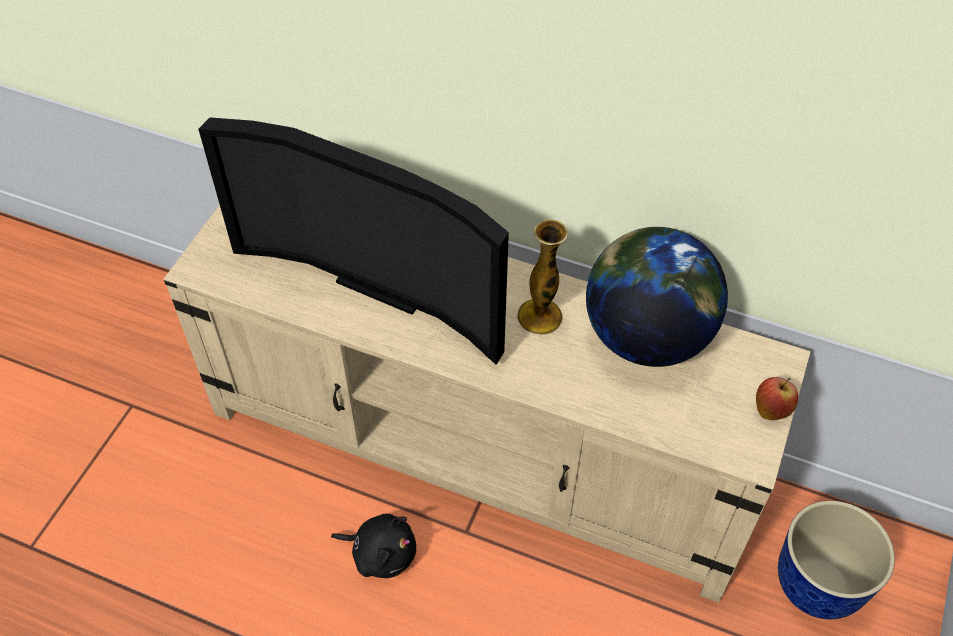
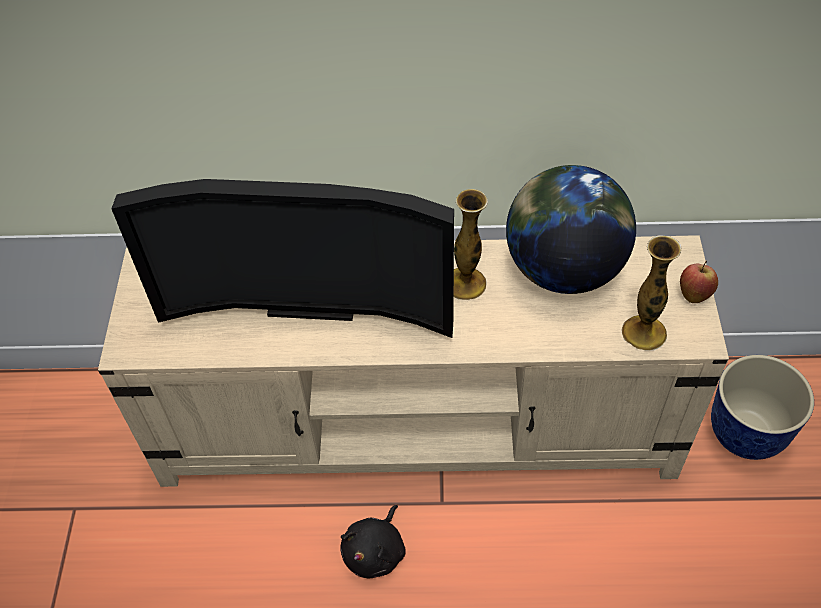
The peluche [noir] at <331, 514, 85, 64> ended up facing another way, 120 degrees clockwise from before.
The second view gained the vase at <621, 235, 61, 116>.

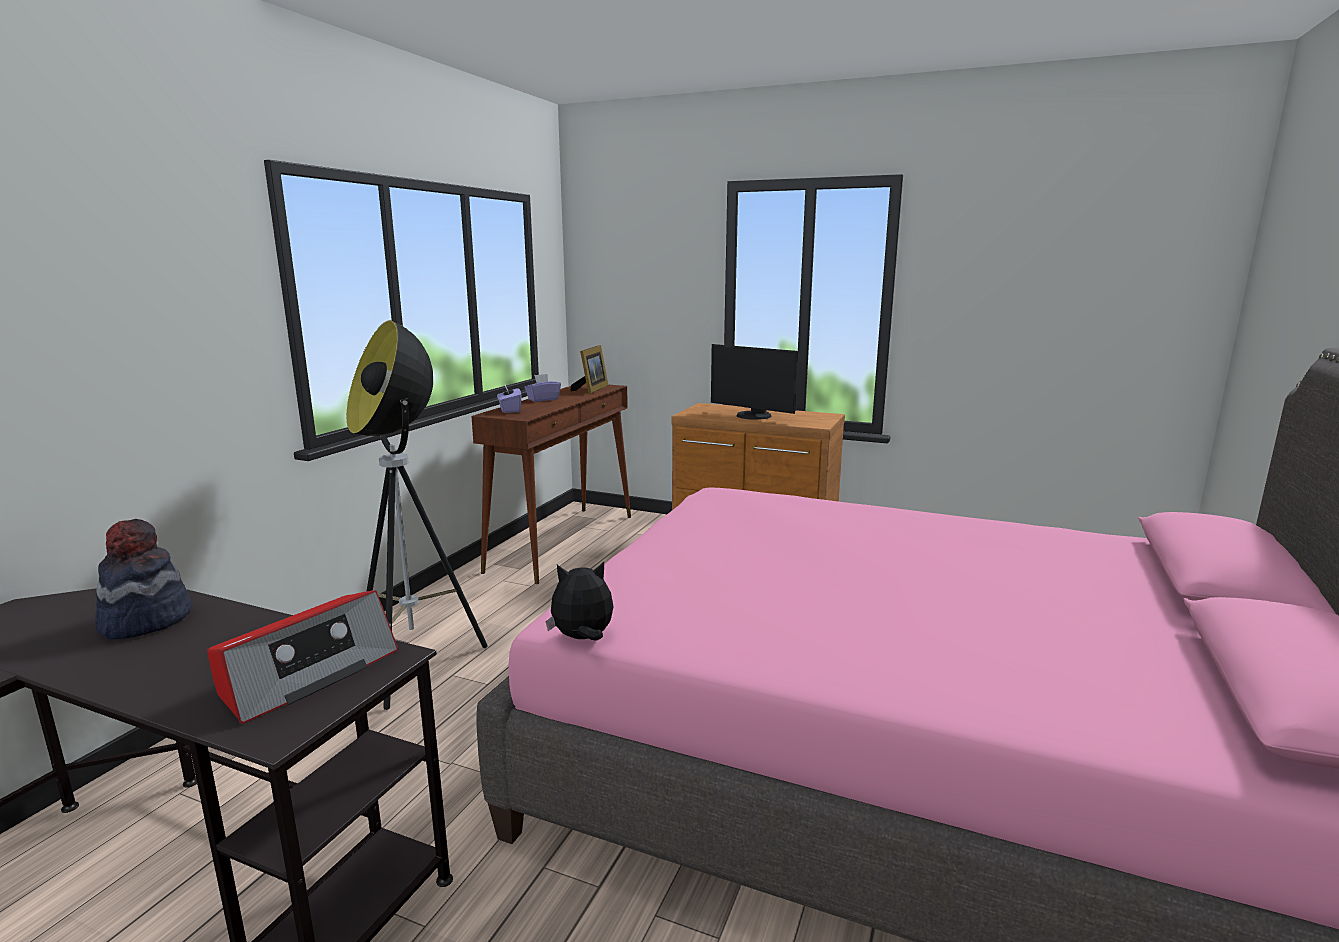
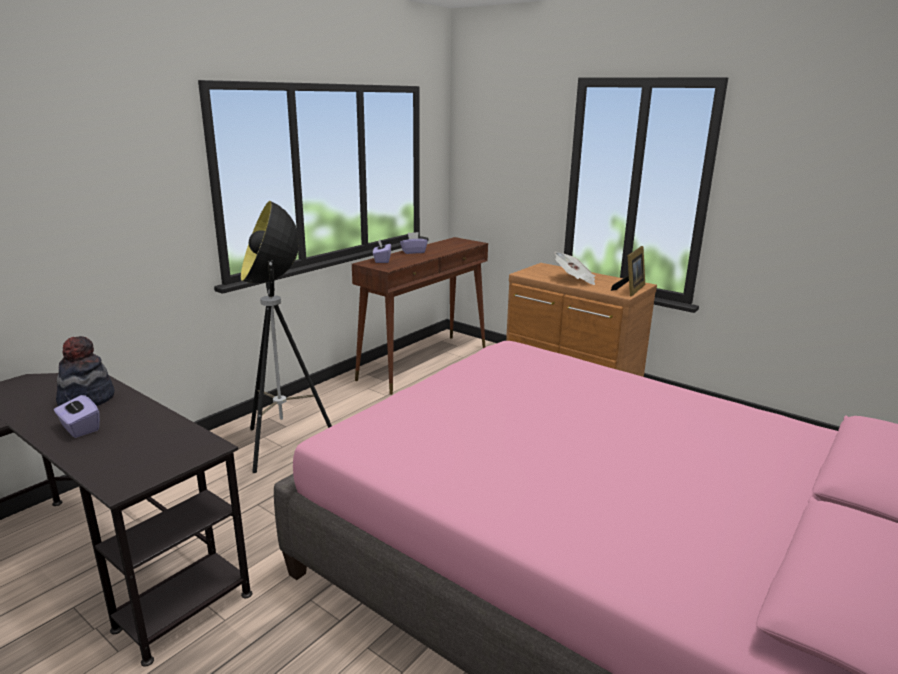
Where the écran d'ordinateur stood at <711, 344, 87, 76>, the journal came to stand at <554, 252, 41, 33>.
The cadre photo ended up elsewhere, having gone from <570, 345, 38, 49> to <611, 246, 34, 50>.
The second view lost the peluche at <546, 562, 68, 79>.
The second view lost the radio at <207, 590, 191, 134>.
The second view gained the boîte à mouchoirs [violet] at <54, 395, 46, 43>.

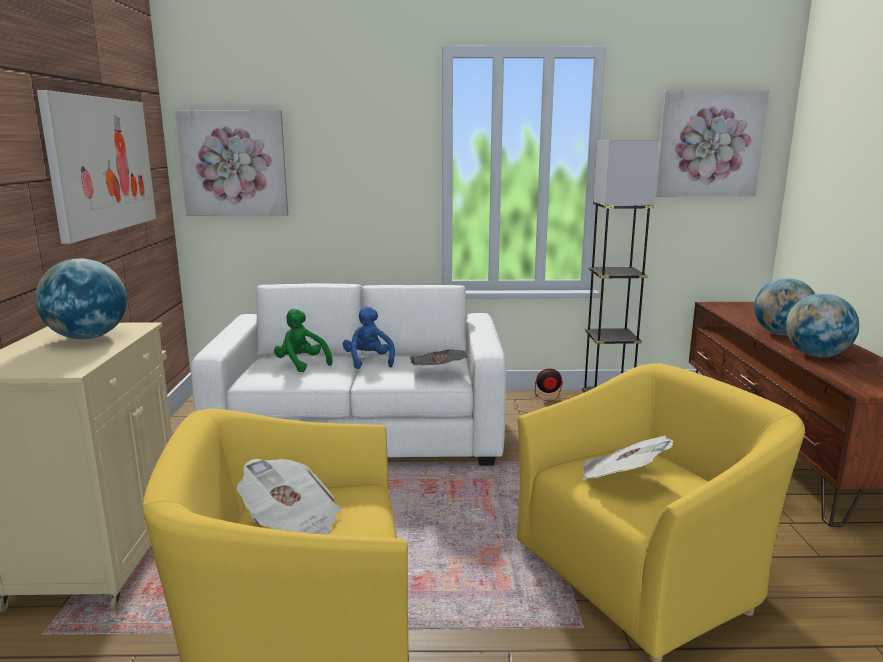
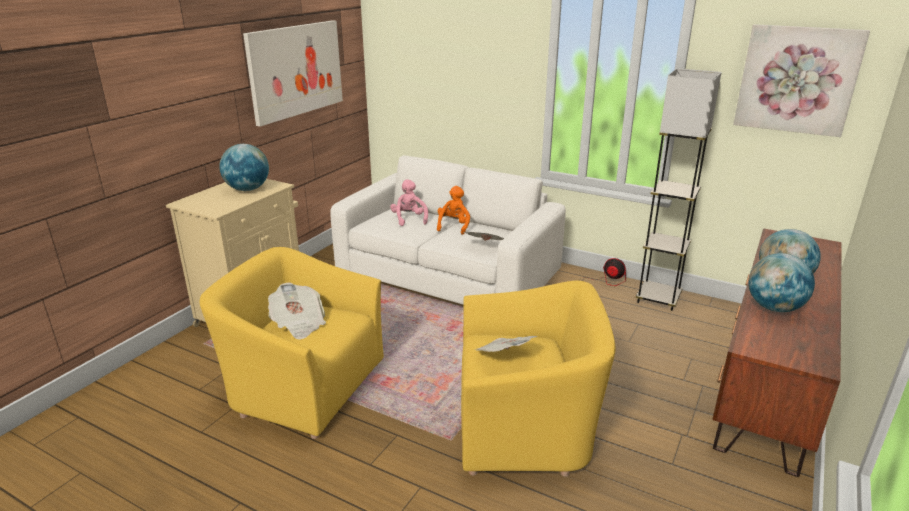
The second view lost the tableau at <175, 110, 113, 106>.
What was the peluche [bleu] at <343, 306, 52, 63> turned into the peluche [orange] at <437, 186, 33, 49>.
What was the peluche [vert] at <274, 309, 59, 63> turned into the peluche [rose] at <390, 179, 38, 47>.

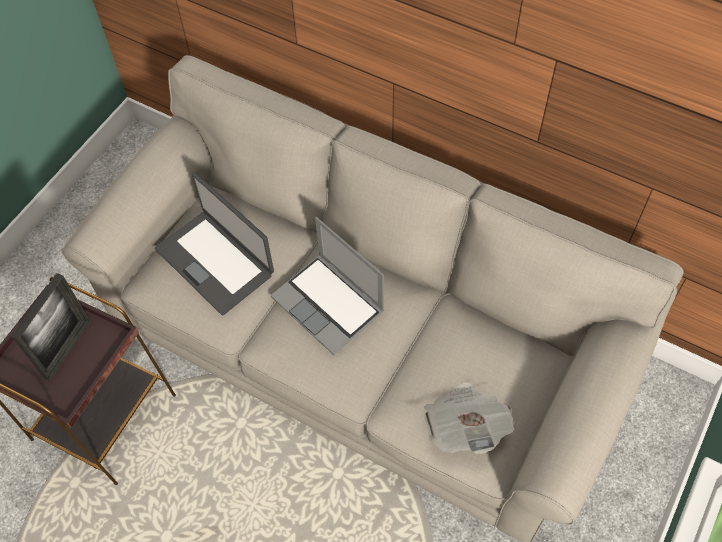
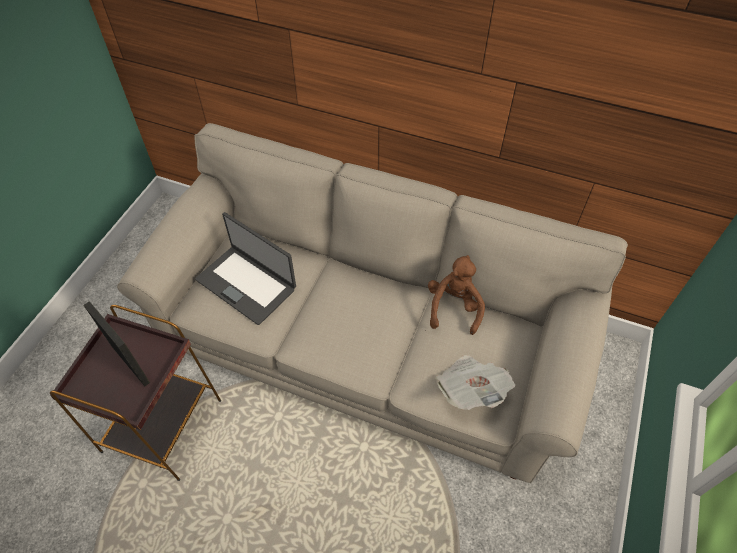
The second view lost the ordinateur portable at <271, 217, 113, 138>.
The cadre photo at <11, 273, 79, 108> ended up facing another way, 60 degrees counterclockwise from before.
The second view gained the peluche [marron] at <428, 255, 57, 80>.

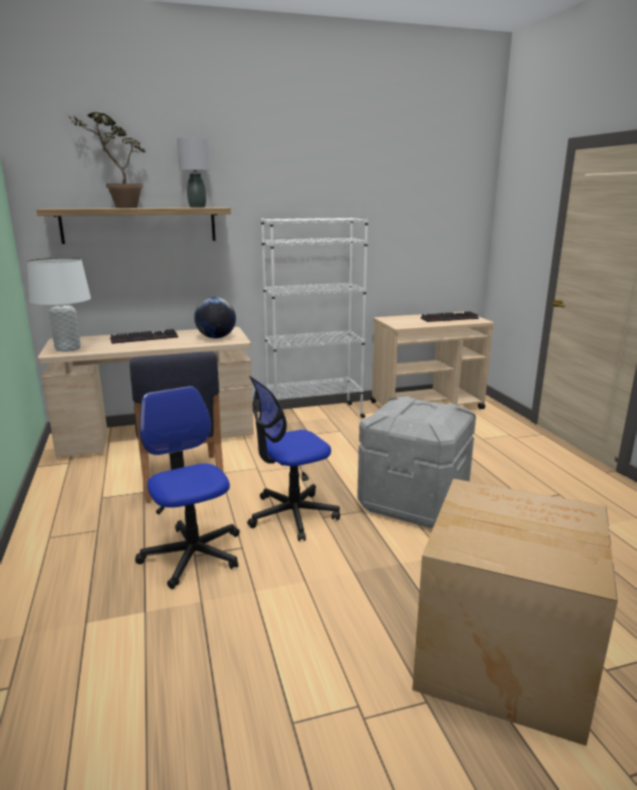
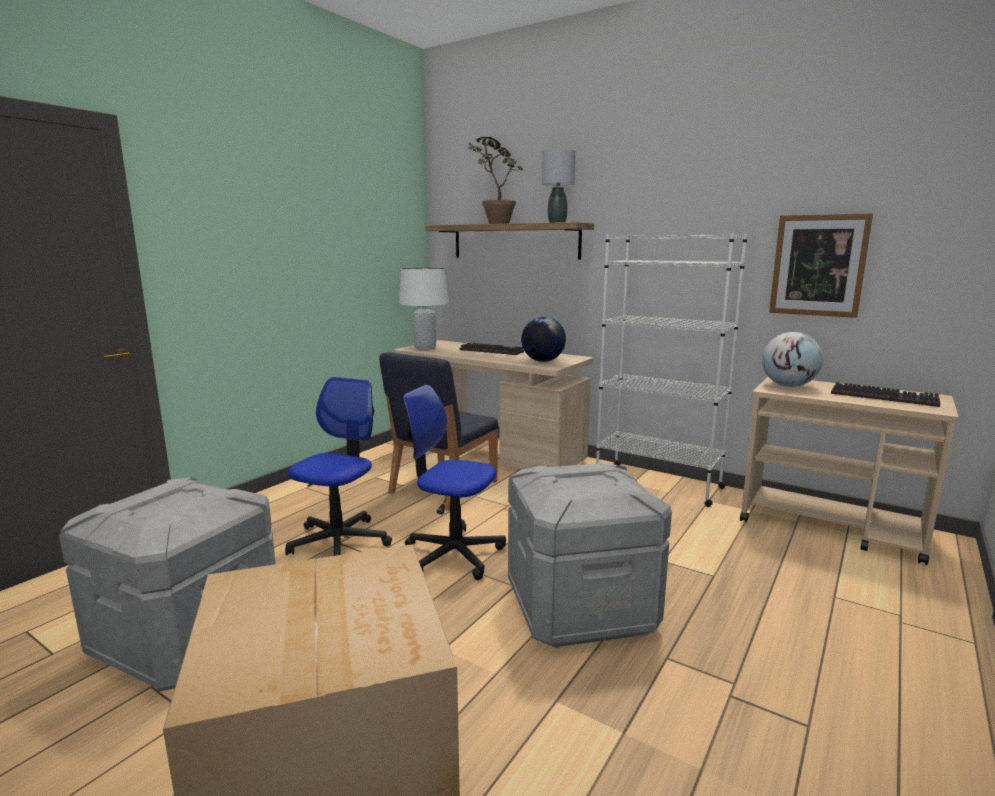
The second view gained the tableau at <769, 213, 104, 105>.
The second view gained the globe at <762, 332, 61, 55>.
The second view gained the boîte de rangement [gris] at <59, 477, 217, 214>.

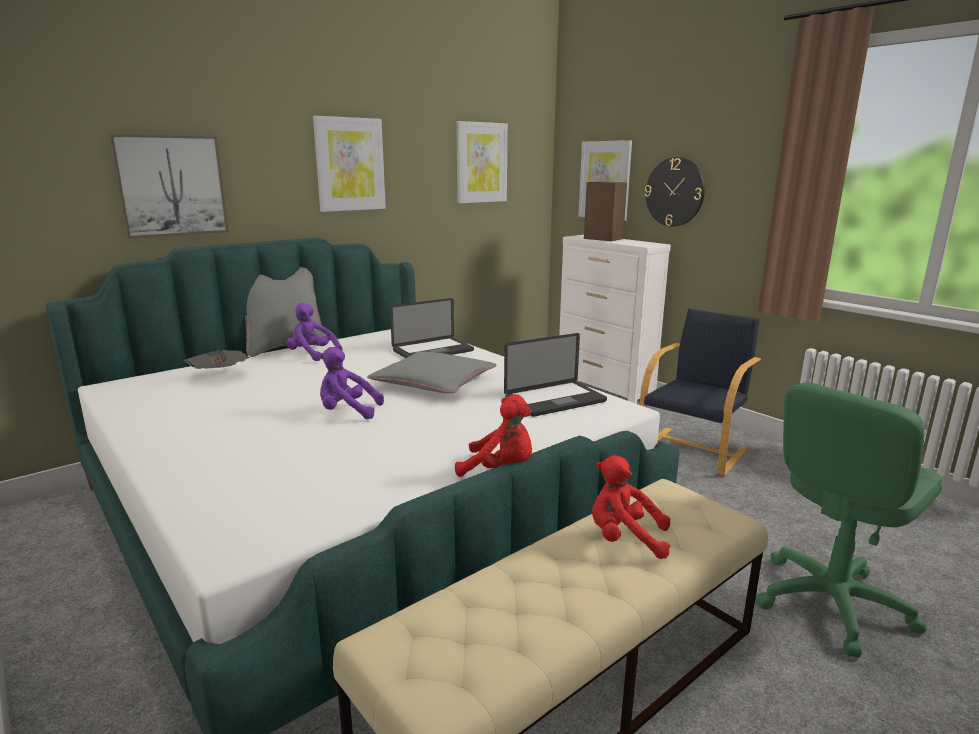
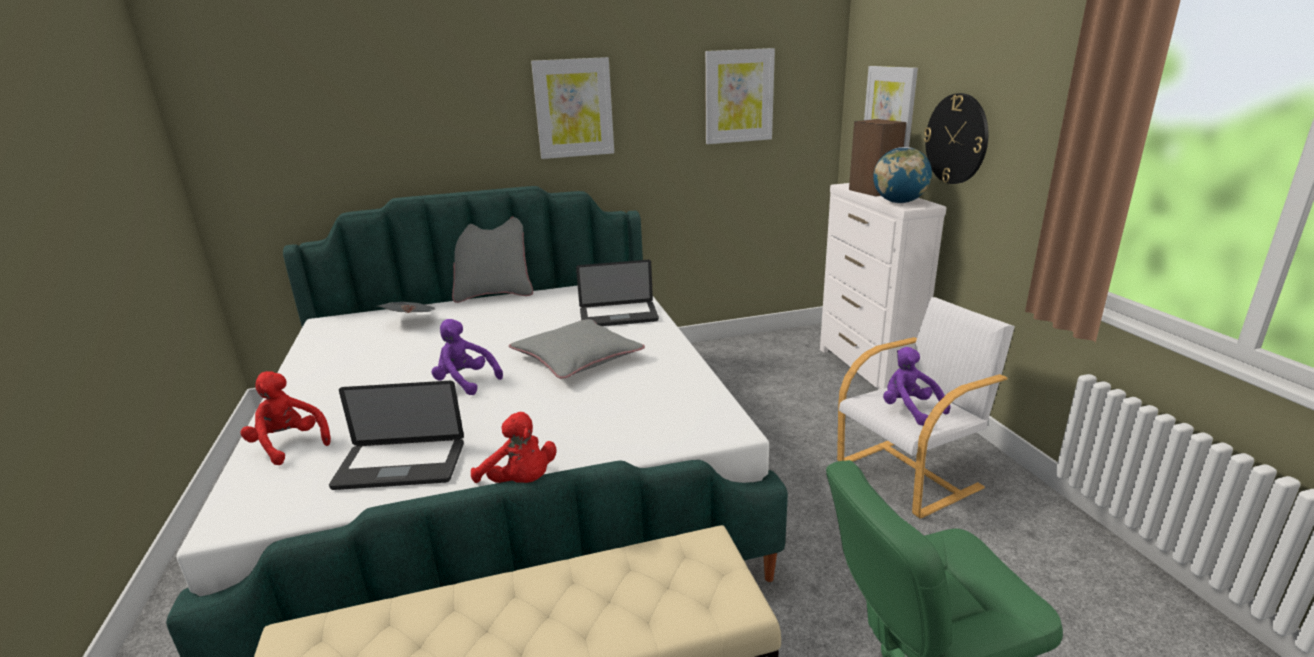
The second view lost the tableau at <109, 134, 120, 104>.
The peluche [violet] ended up elsewhere, having gone from <287, 303, 55, 58> to <883, 347, 68, 79>.
What was the fauteuil [noir] at <640, 309, 121, 167> turned into the fauteuil [blanc] at <837, 297, 178, 222>.
The ordinateur portable ended up elsewhere, having gone from <504, 333, 103, 84> to <329, 381, 135, 109>.
The peluche [rouge] ended up elsewhere, having gone from <592, 455, 78, 104> to <241, 371, 90, 94>.
The second view gained the globe at <873, 147, 59, 56>.

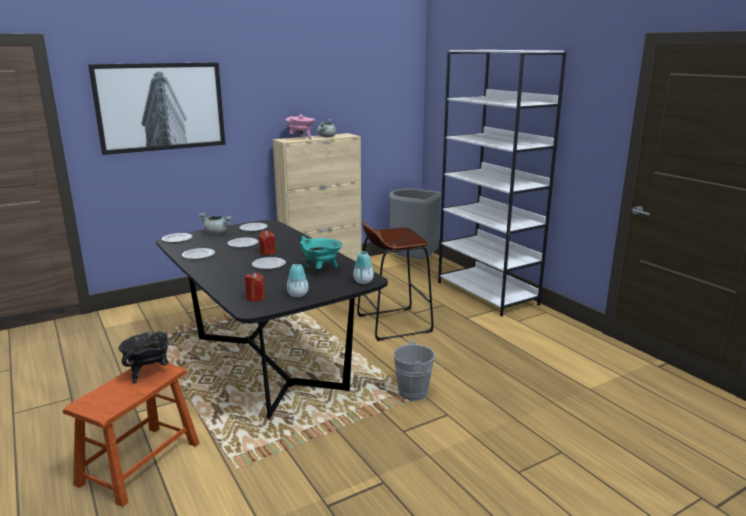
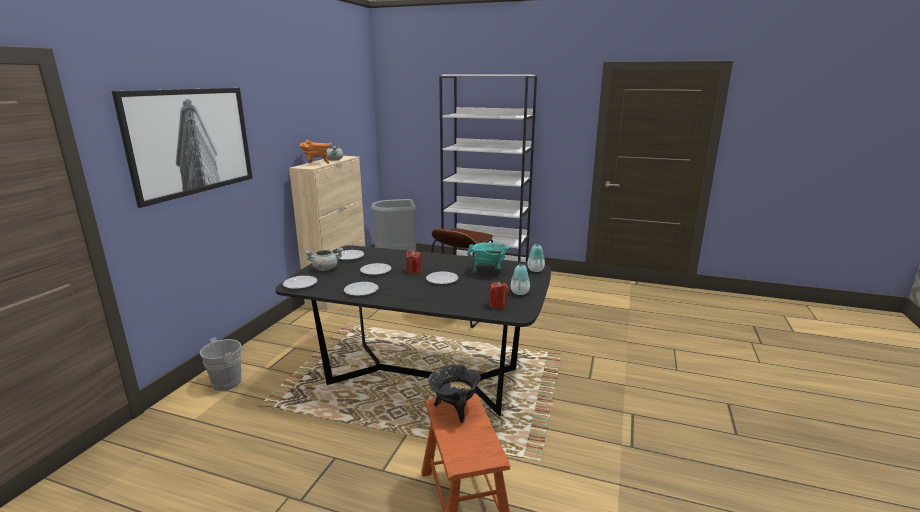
What was the marmite [rose] at <285, 114, 30, 26> turned into the marmite [orange] at <300, 140, 30, 24>.
The seau [gris] ended up elsewhere, having gone from <393, 340, 49, 61> to <200, 337, 50, 54>.

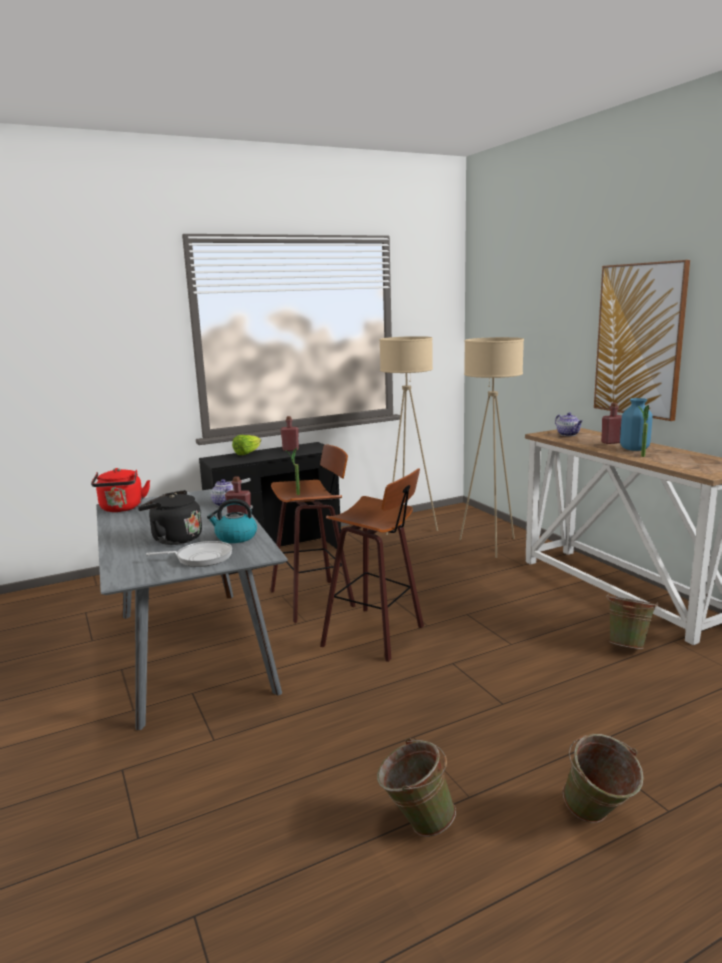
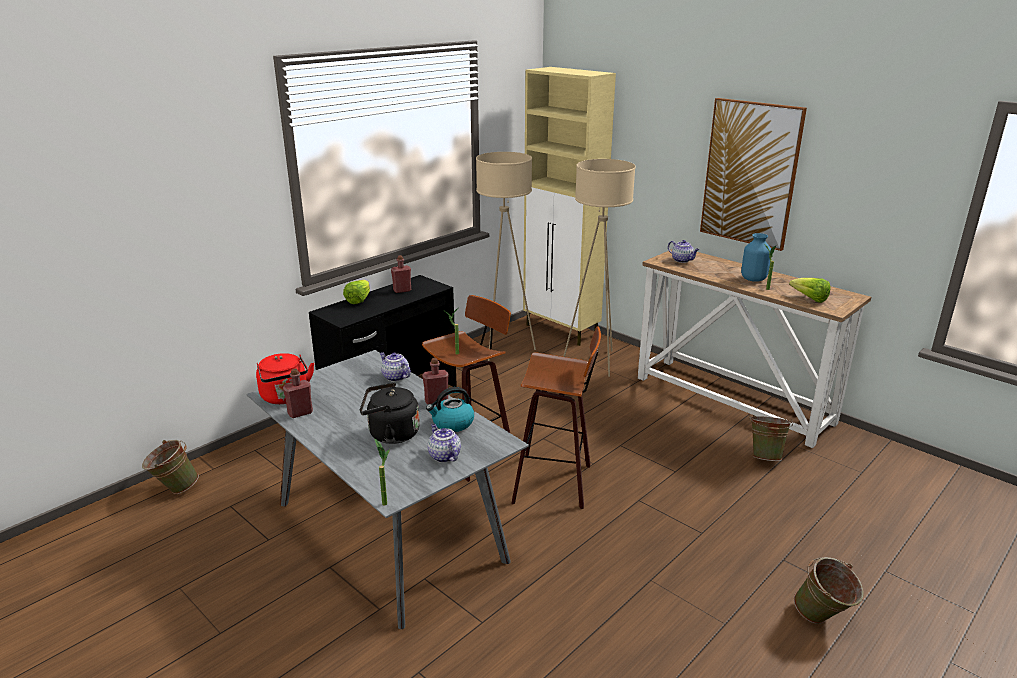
The bouteille [rouge] ended up elsewhere, having gone from <601, 403, 21, 41> to <283, 369, 30, 49>.
Where the poêle stood at <146, 541, 86, 26>, the théière came to stand at <428, 424, 33, 39>.
The seau [vert] ended up elsewhere, having gone from <377, 738, 79, 99> to <142, 440, 57, 54>.
The second view gained the meuble de rangement [beige] at <523, 67, 93, 279>.
The second view gained the laitue at <789, 278, 41, 25>.
The second view gained the plante en pot at <374, 438, 16, 68>.

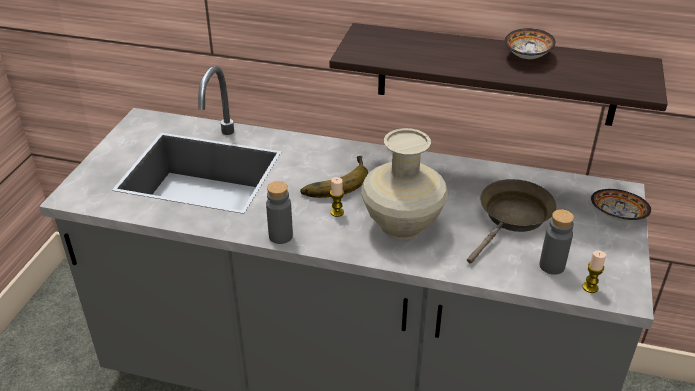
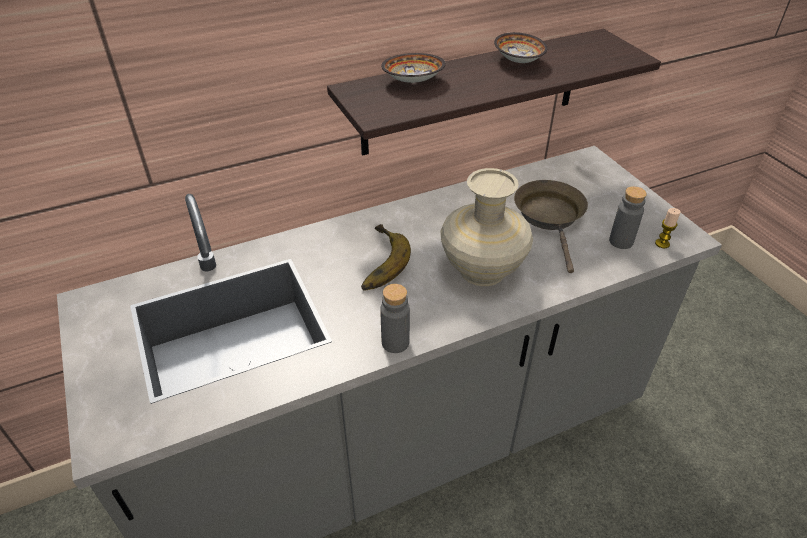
The second view lost the bougie at <330, 177, 14, 40>.
The bol ended up elsewhere, having gone from <591, 189, 60, 32> to <381, 53, 65, 30>.

